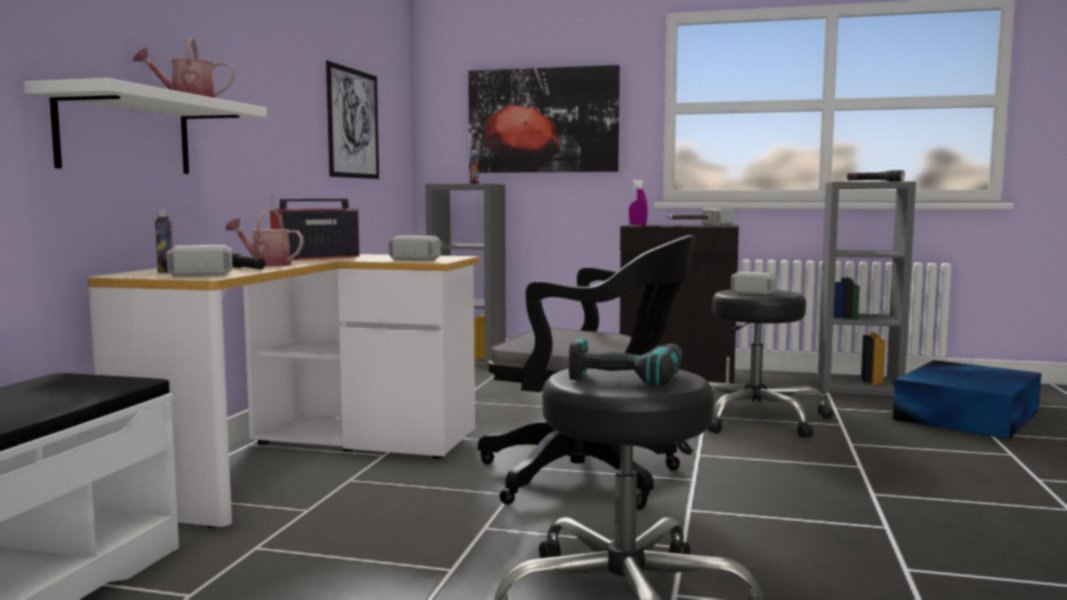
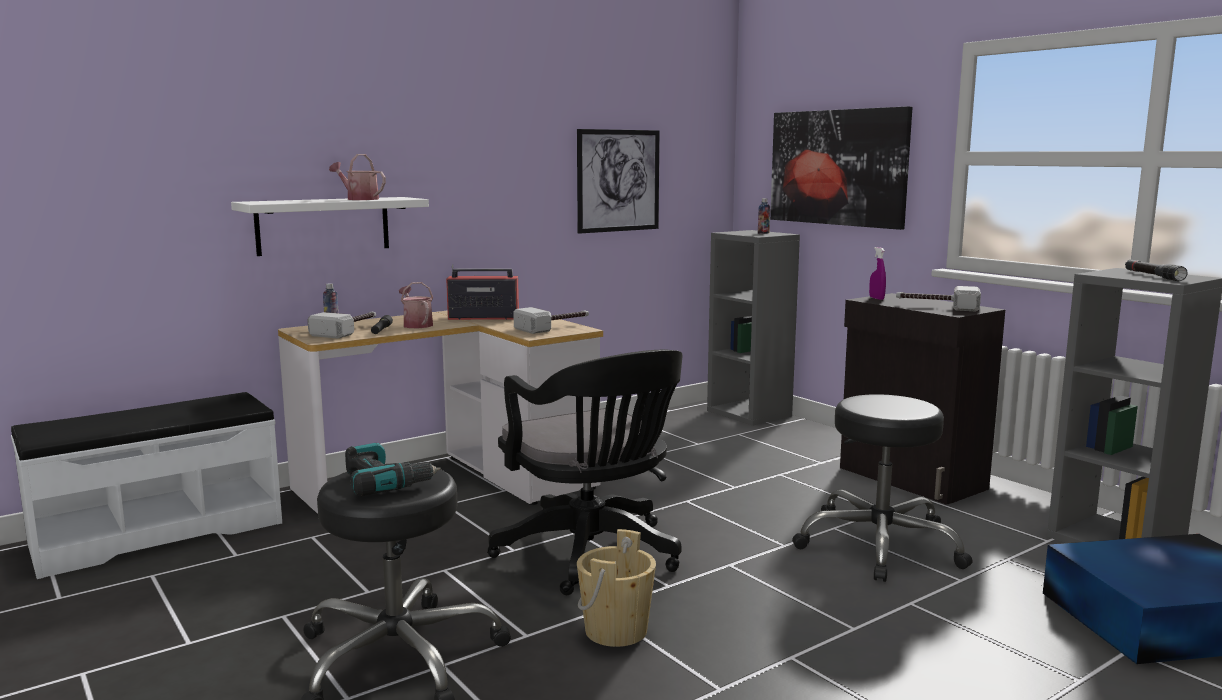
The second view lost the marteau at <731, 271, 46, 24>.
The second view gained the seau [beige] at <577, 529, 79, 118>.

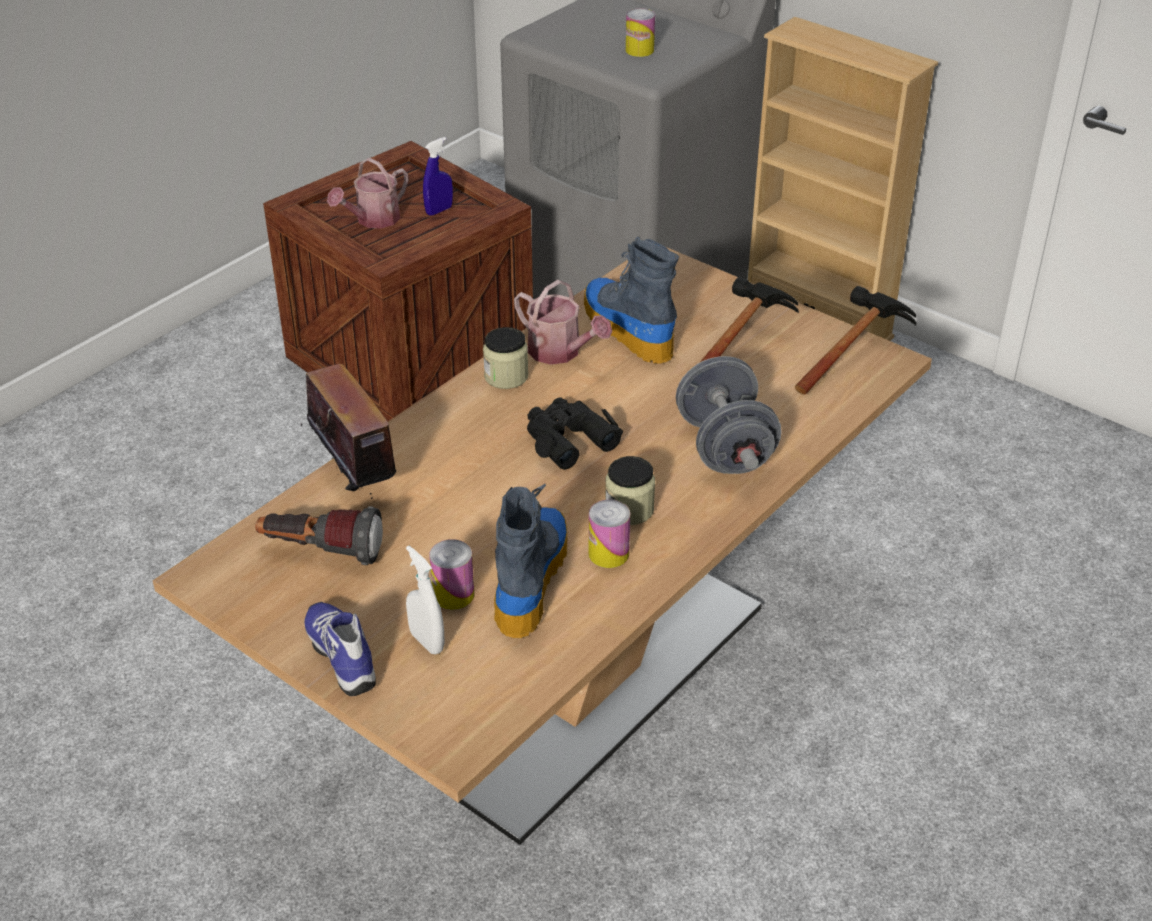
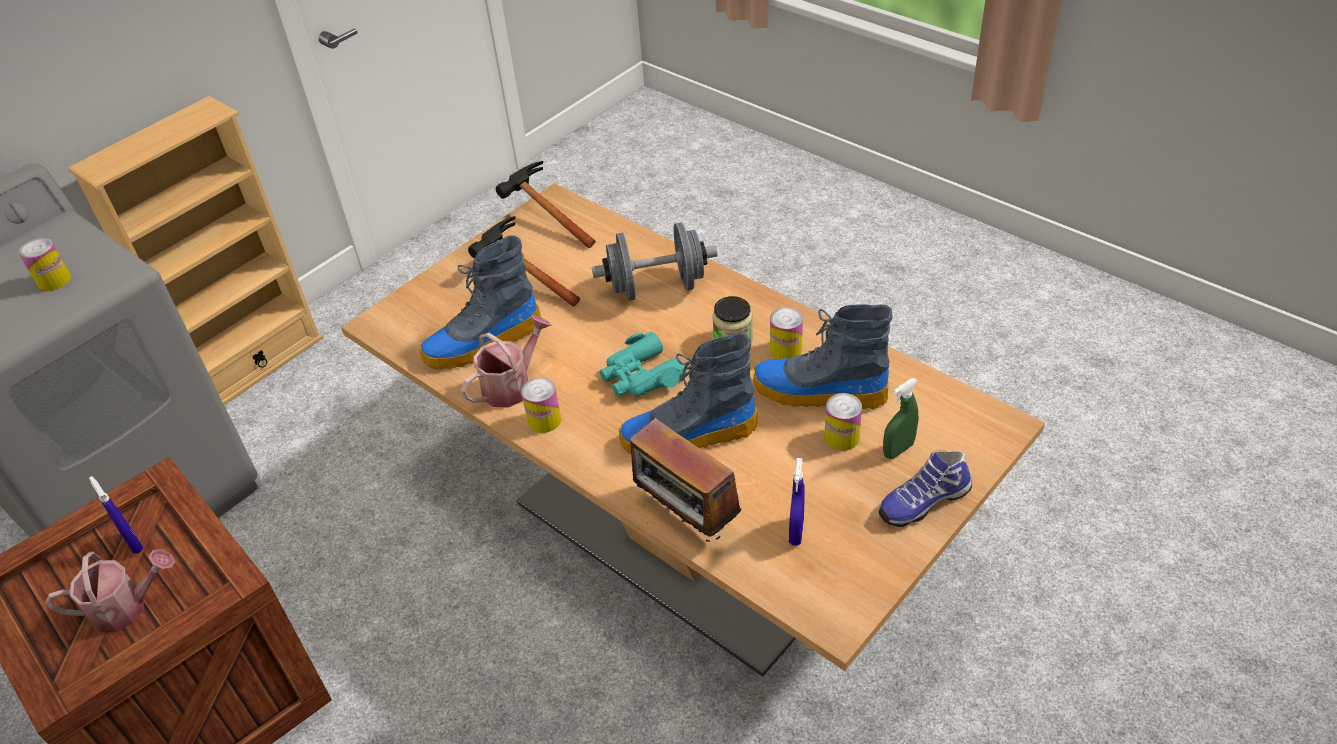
The arrosoir at <327, 158, 81, 71> ended up facing another way, 60 degrees counterclockwise from before.
Where the bocal stood at <483, 327, 45, 62>, the boîte métallique came to stand at <521, 377, 40, 56>.
The radio at <301, 364, 99, 135> ended up facing another way, 105 degrees counterclockwise from before.
What was the jumelles [noir] at <527, 397, 96, 73> turned into the jumelles [turquoise] at <599, 331, 88, 66>.
Where the lampe de poche stood at <255, 506, 128, 59>, the vaporisateur [bleu] came to stand at <789, 458, 16, 88>.
What was the vaporisateur [blanc] at <406, 545, 39, 109> turned into the vaporisateur [vert] at <883, 378, 35, 81>.
The second view gained the botte at <619, 332, 138, 122>.

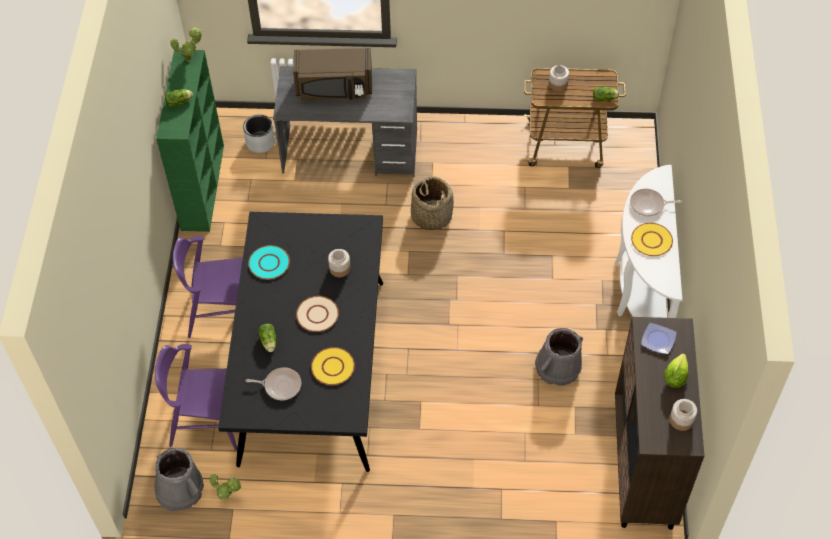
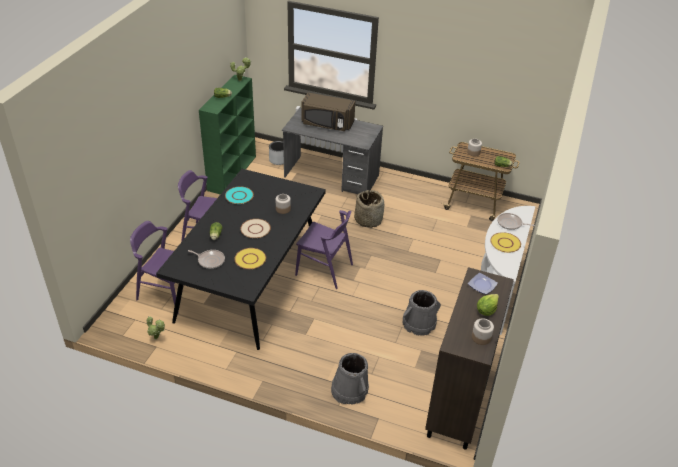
The seau [gris] ended up elsewhere, having gone from <154, 448, 50, 64> to <331, 353, 38, 52>.
The second view gained the chaise [violet] at <295, 210, 58, 79>.

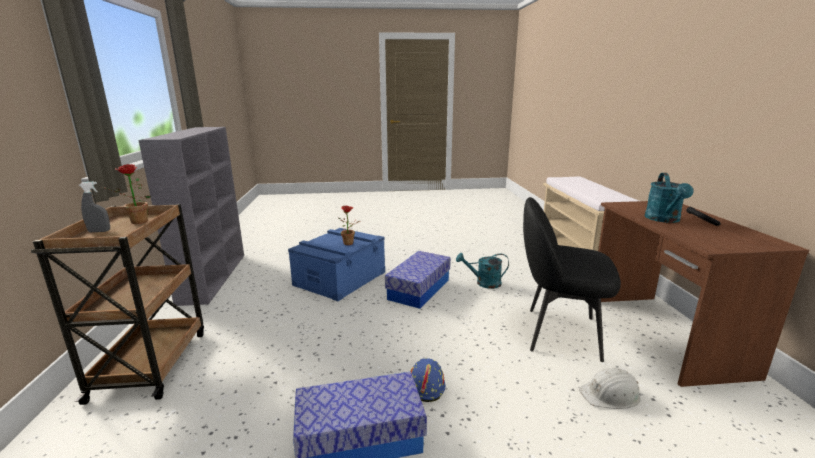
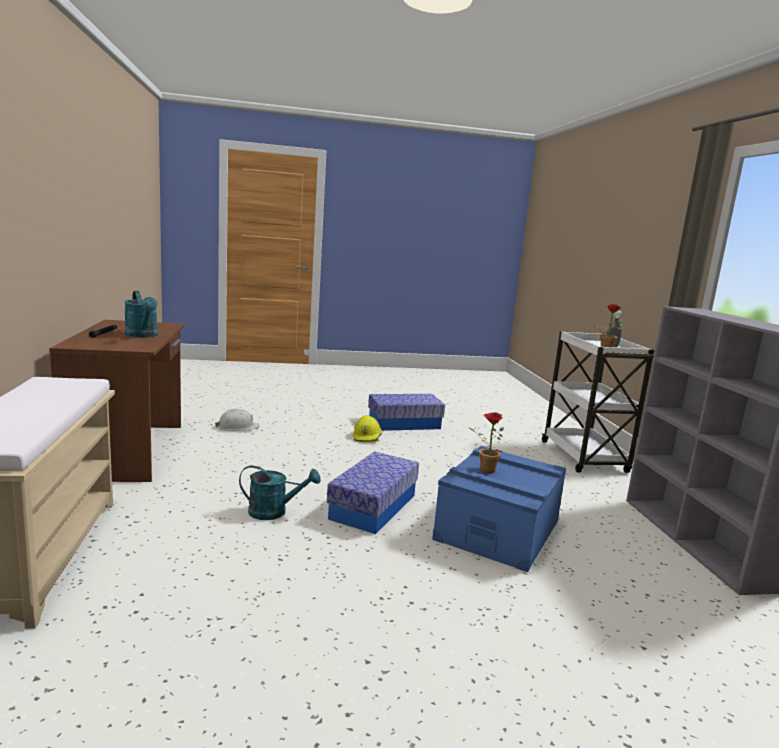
The arrosoir [turquoise] at <645, 173, 49, 50> ended up facing another way, 135 degrees clockwise from before.
The second view lost the chaise [noir] at <523, 197, 98, 165>.
What was the chariot [marron] at <31, 204, 173, 201> turned into the chariot [blanc] at <541, 331, 113, 142>.
What was the casque de chantier [bleu] at <410, 358, 36, 44> turned into the casque de chantier [jaune] at <353, 415, 29, 27>.

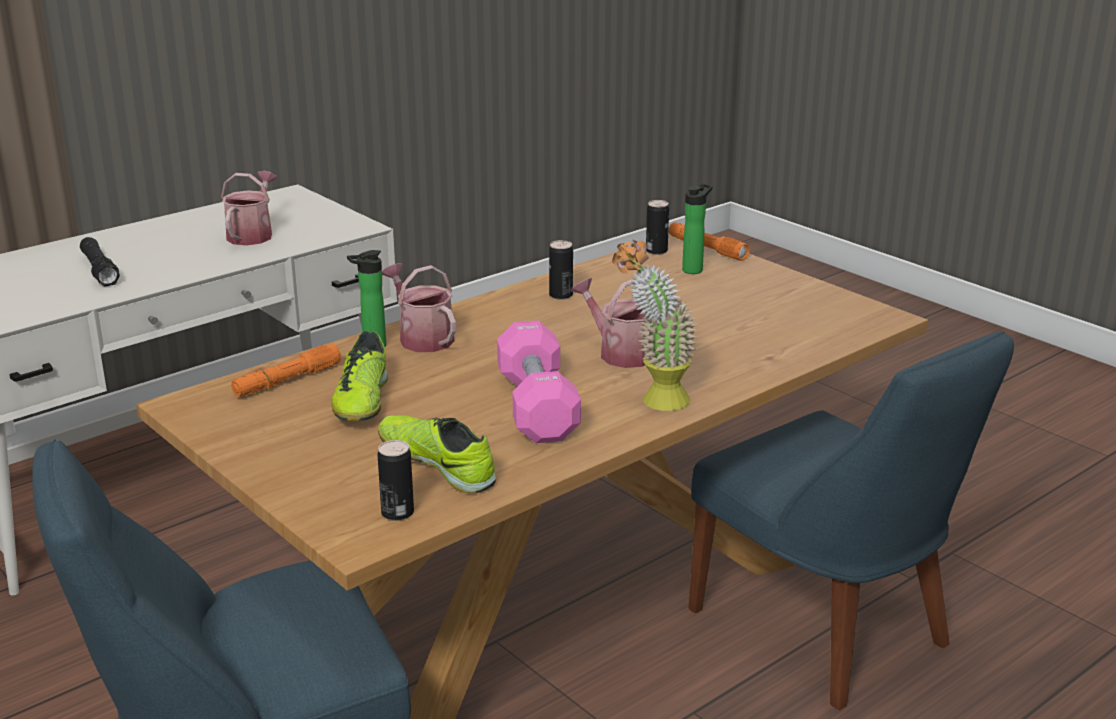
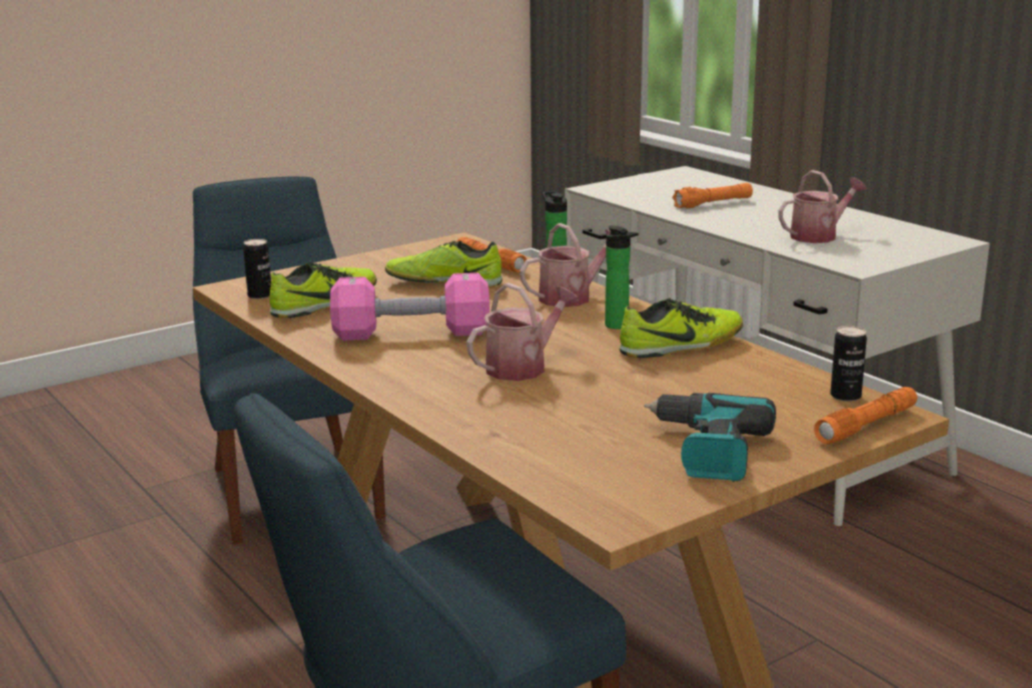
The arrosoir at <221, 171, 56, 75> ended up facing another way, 45 degrees counterclockwise from before.
The bouteille ended up elsewhere, having gone from <682, 183, 31, 91> to <605, 225, 34, 104>.
What was the lampe de poche [noir] at <80, 237, 40, 49> turned into the lampe de poche [orange] at <672, 183, 81, 26>.
The second view lost the plante en pot at <612, 238, 85, 173>.
Where the boîte métallique stood at <549, 240, 24, 60>, the chaussure came to stand at <619, 298, 124, 60>.
The second view gained the perceuse at <644, 393, 132, 89>.

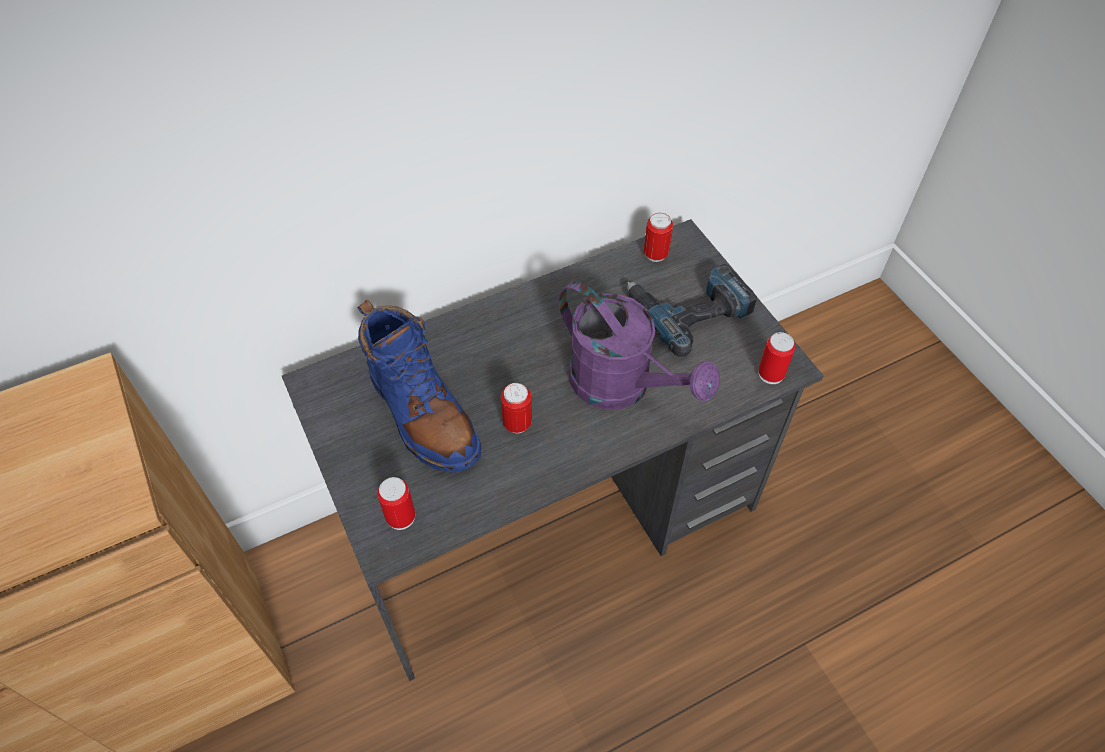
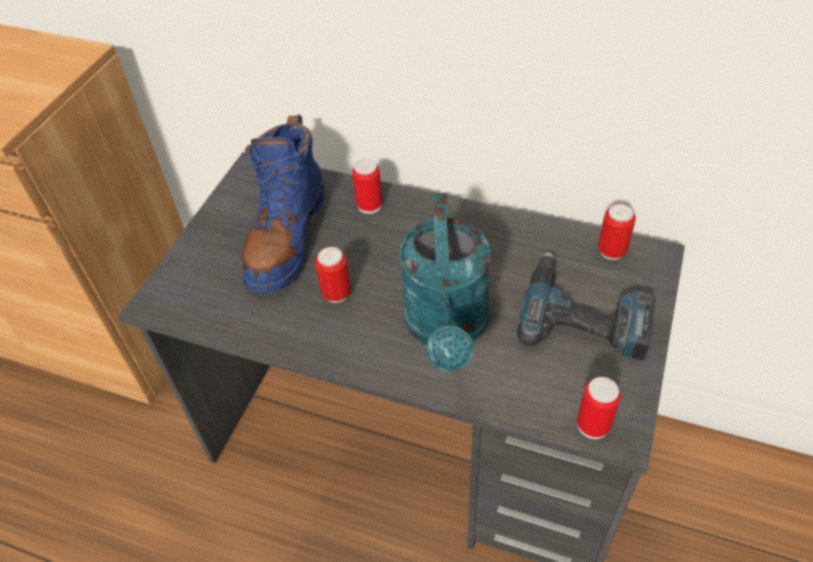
What was the arrosoir [violet] at <558, 281, 162, 129> turned into the arrosoir [turquoise] at <399, 193, 92, 178>.
The boîte métallique ended up elsewhere, having gone from <377, 477, 38, 53> to <352, 159, 30, 55>.

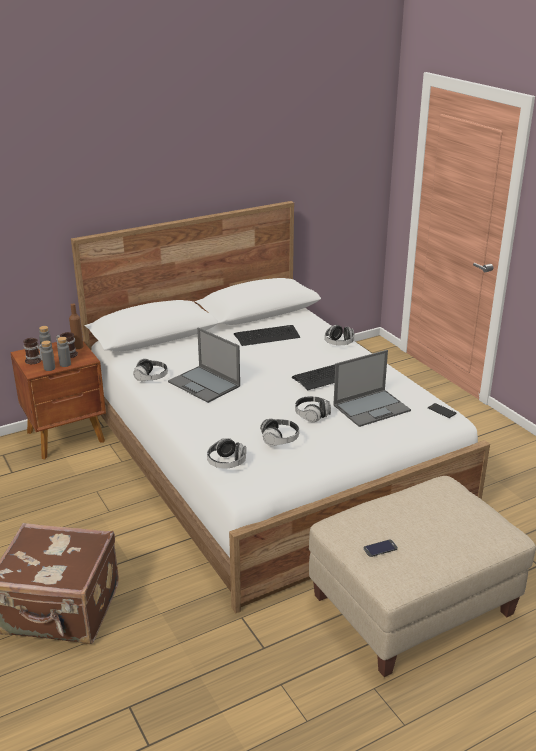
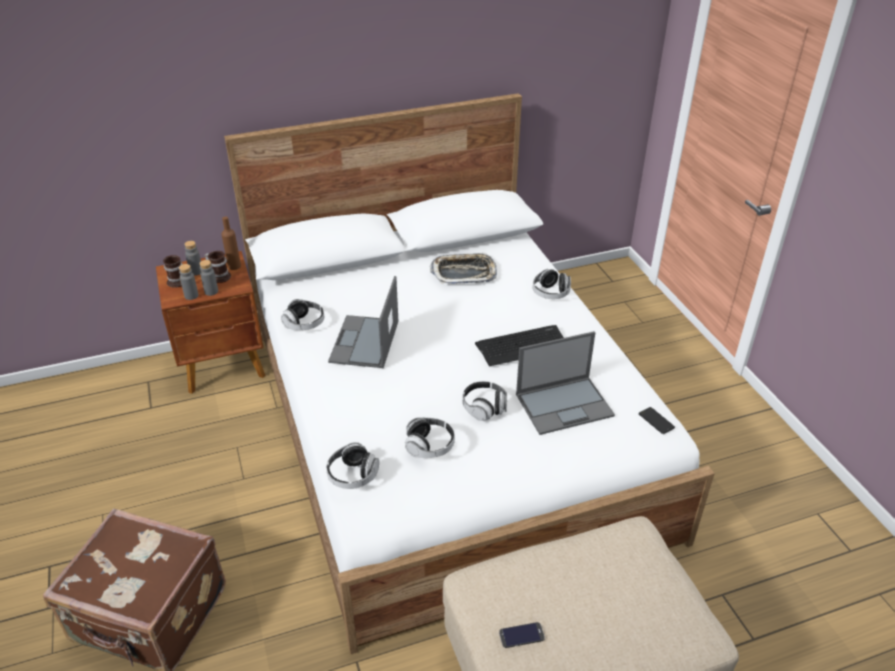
Where the clavier stood at <234, 325, 66, 21>, the plateau came to stand at <430, 253, 67, 31>.
The ordinateur portable at <168, 327, 72, 76> ended up facing another way, 45 degrees clockwise from before.

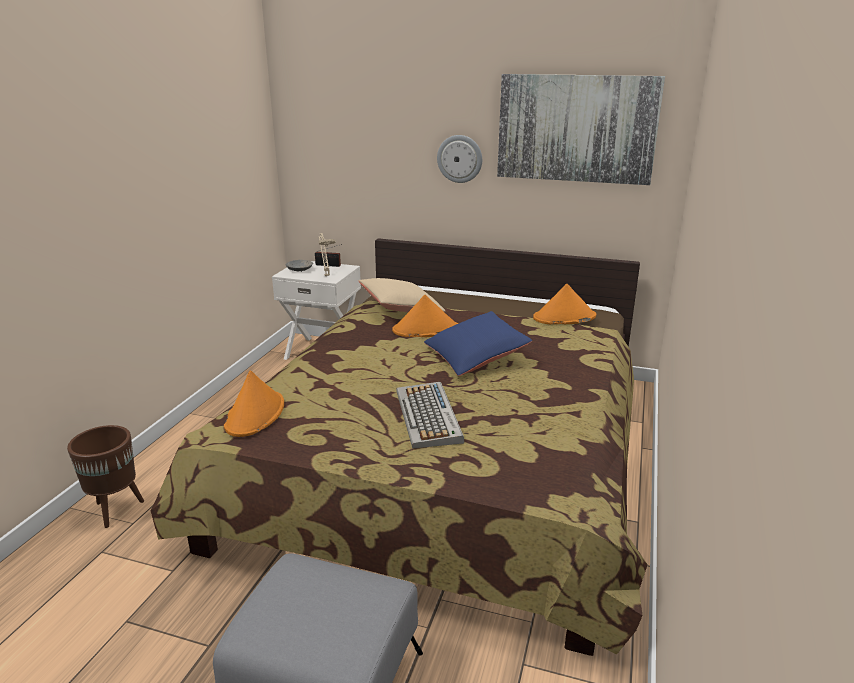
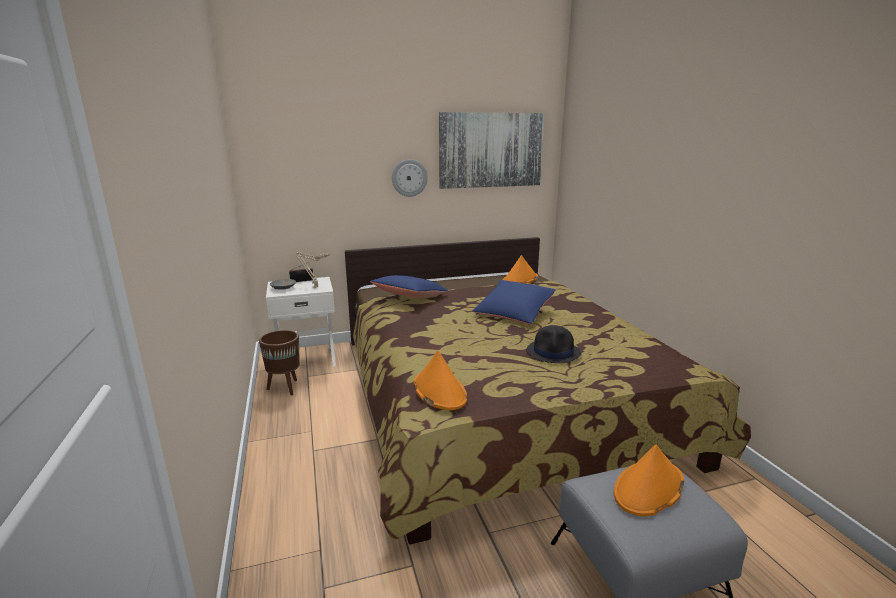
What was the coussin [beige] at <359, 278, 87, 34> turned into the coussin [bleu] at <370, 275, 79, 23>.
The chapeau [orange] ended up elsewhere, having gone from <392, 295, 66, 42> to <614, 444, 70, 72>.
Where the clavier stood at <396, 382, 68, 67>, the chapeau [noir] came to stand at <526, 325, 55, 38>.
The cache-pot [marron] ended up elsewhere, having gone from <67, 425, 77, 103> to <259, 330, 41, 65>.

